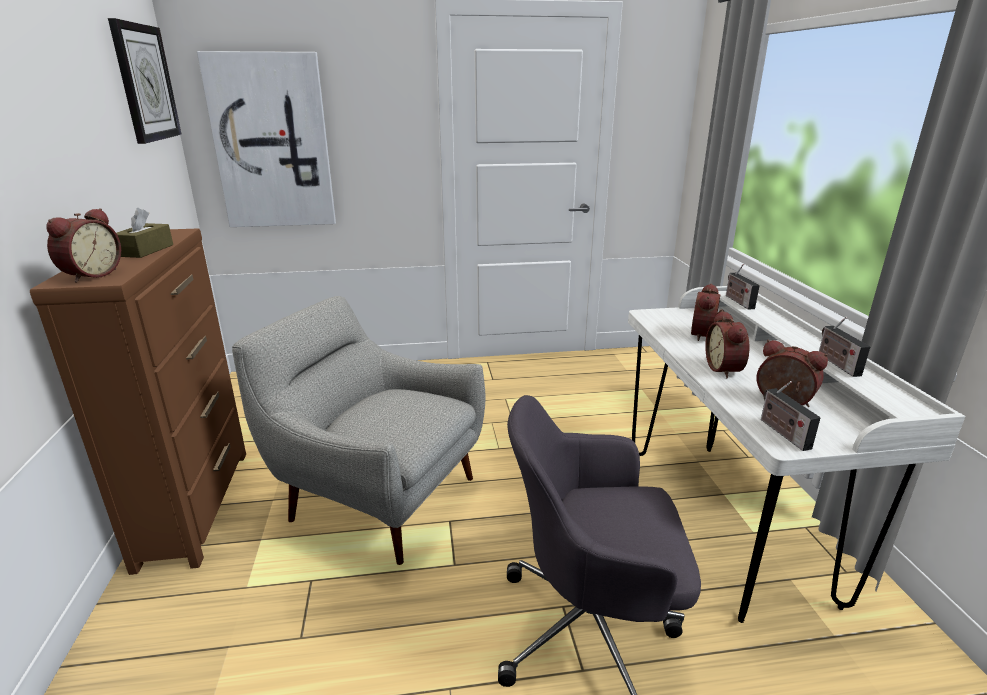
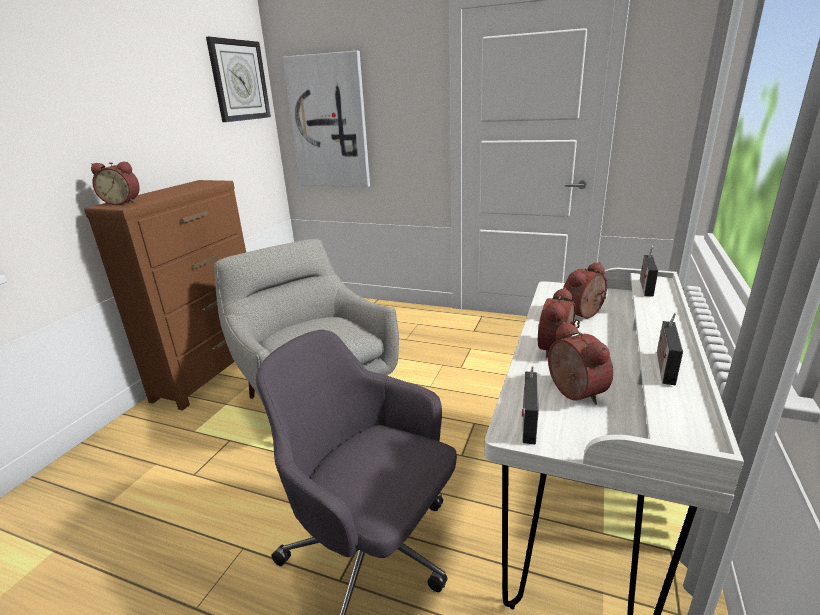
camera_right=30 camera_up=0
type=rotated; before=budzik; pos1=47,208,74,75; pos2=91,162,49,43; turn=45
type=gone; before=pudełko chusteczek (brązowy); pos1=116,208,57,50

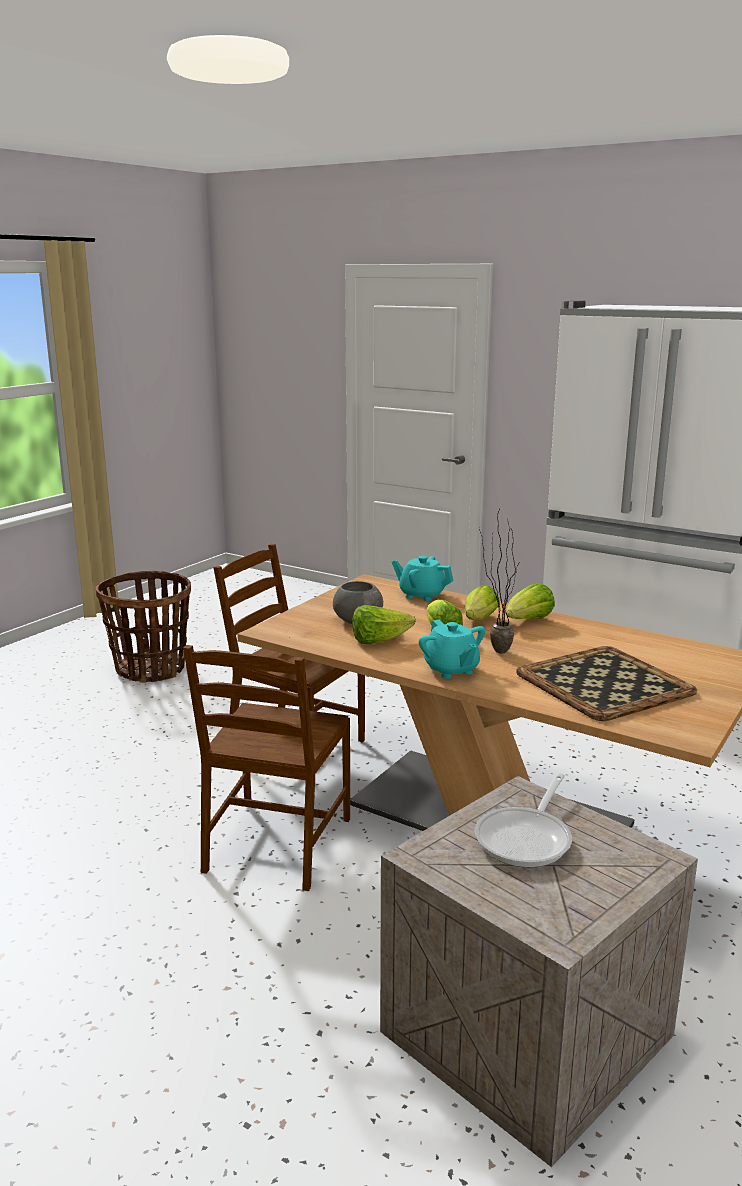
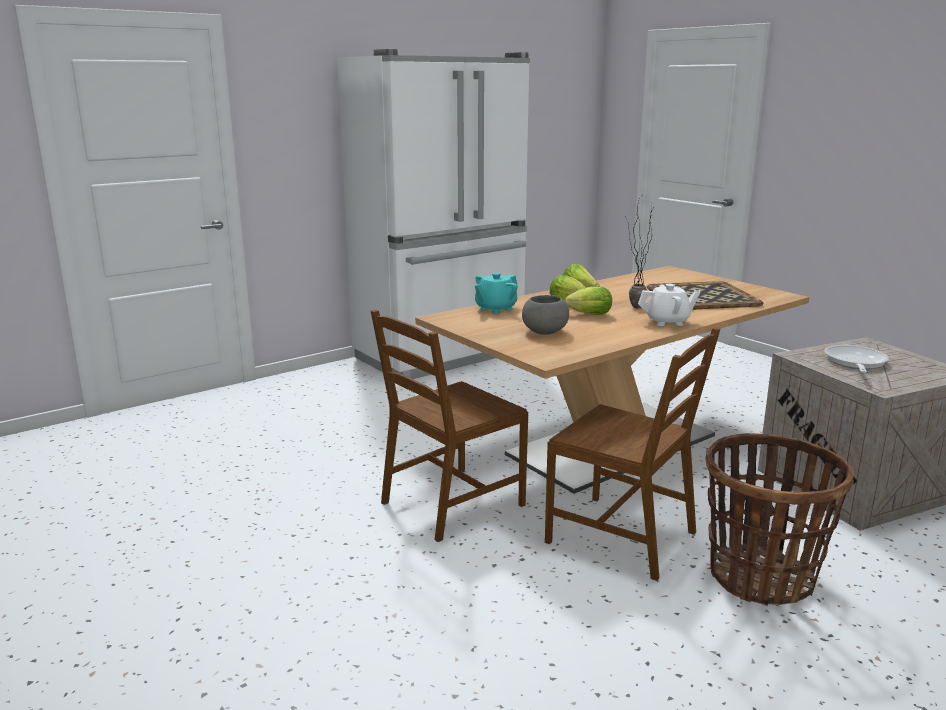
camera_right=-70 camera_up=0
type=shifted; before=koszyk; pos1=96,570,95,113; pos2=705,433,149,173
type=gone; before=sałata; pos1=352,605,64,39
type=repainted; before=imbryk (turkusowy); after=imbryk (biały); pos1=419,619,66,60; pos2=638,284,63,42
type=rotated; before=patelnia; pos1=475,773,97,95; pos2=824,345,65,28; turn=-120

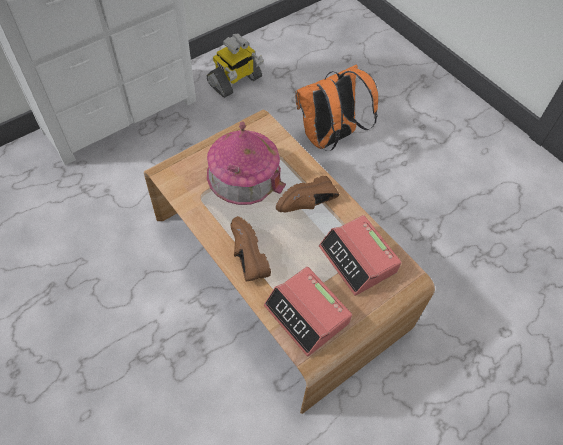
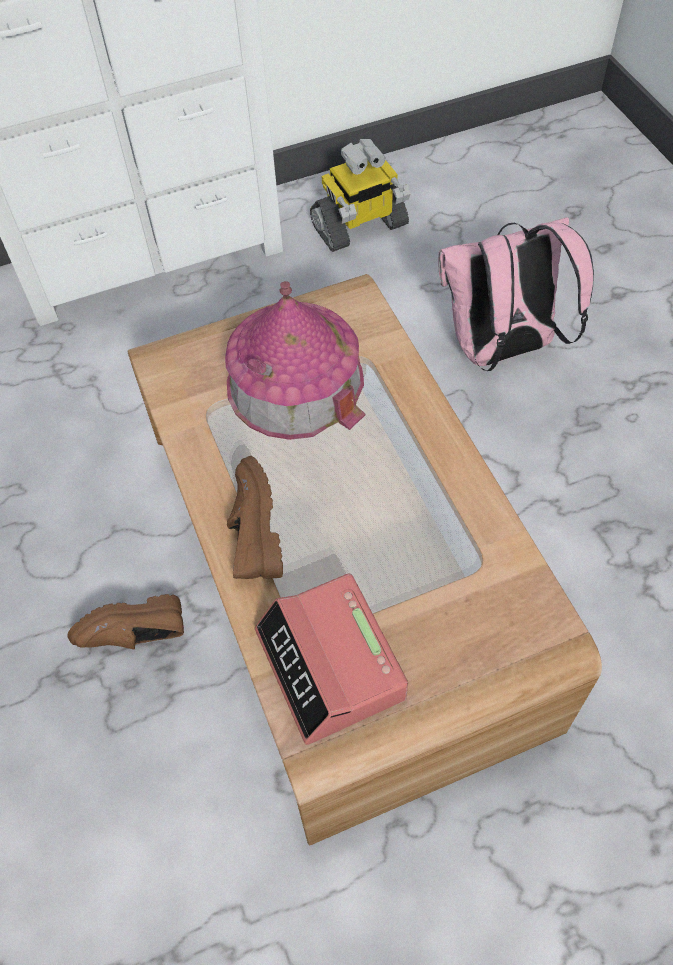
camera_right=20 camera_up=0
type=shifted; before=but (brązowy); pos1=276,176,63,36; pos2=67,594,117,56
type=repainted; before=plecak (pomarańczowy); after=plecak (różowy); pos1=295,65,83,86; pos2=438,217,156,154
type=gone; before=budzik; pos1=319,215,83,81

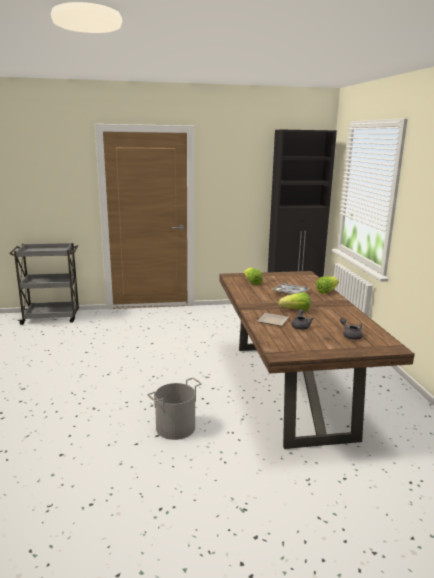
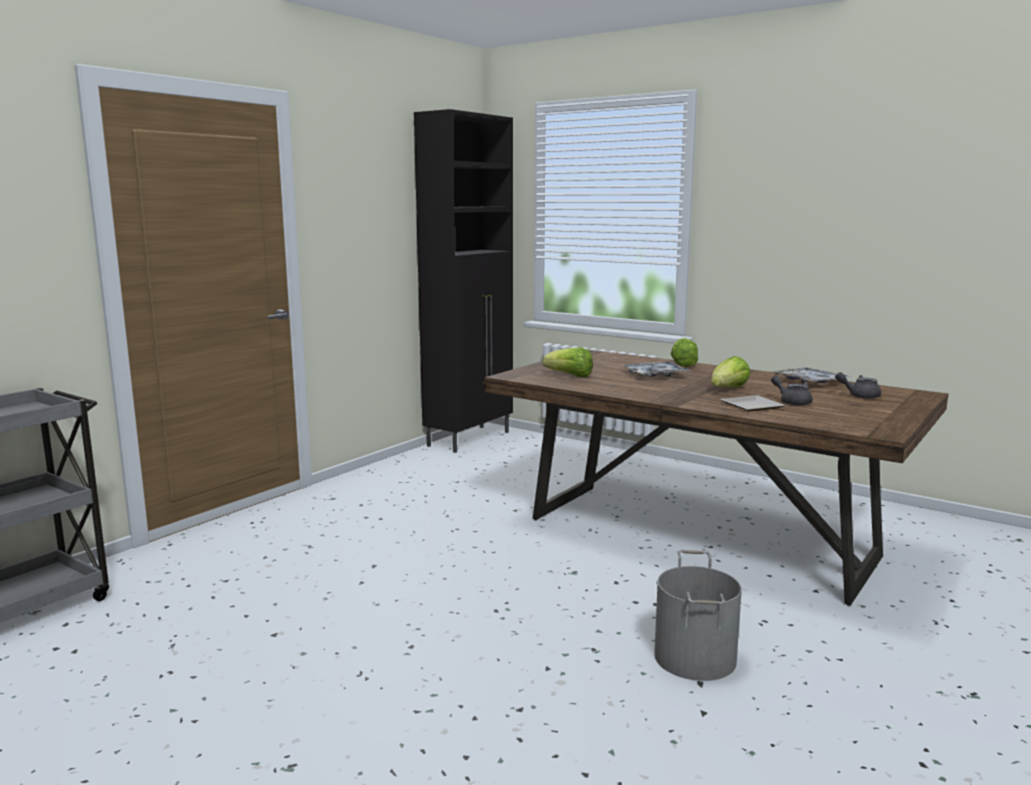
camera_right=-45 camera_up=-5
type=new; after=taca; pos2=771,367,80,17

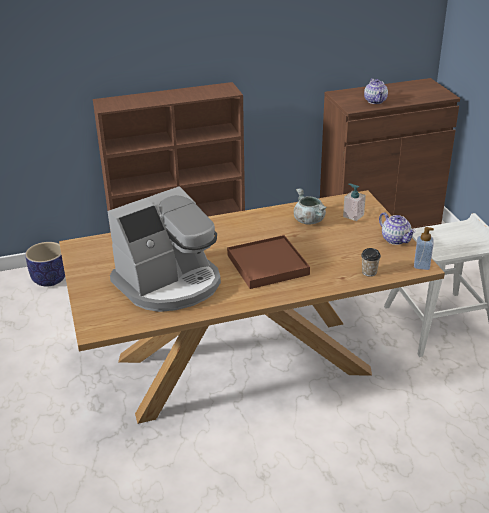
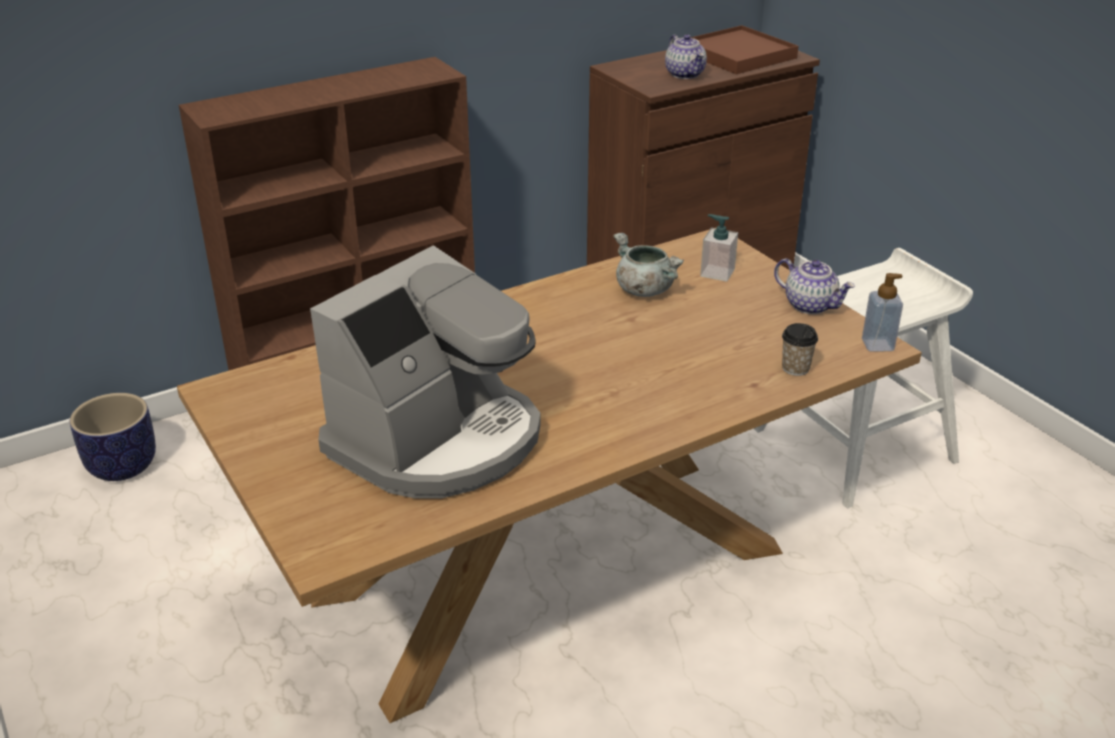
camera_right=-15 camera_up=0
type=shifted; before=taca (brązowy); pos1=227,235,83,54; pos2=690,25,109,49

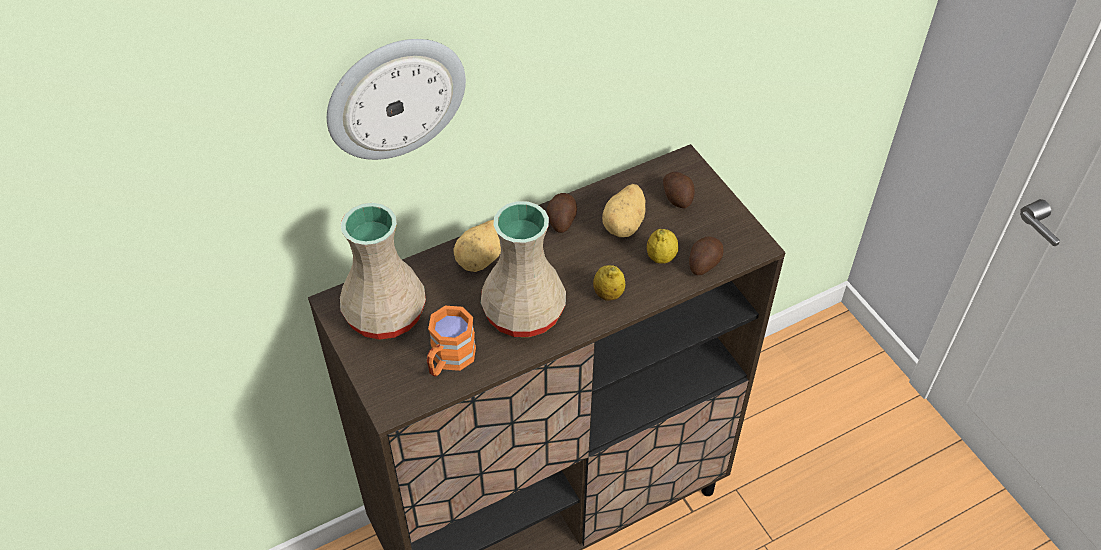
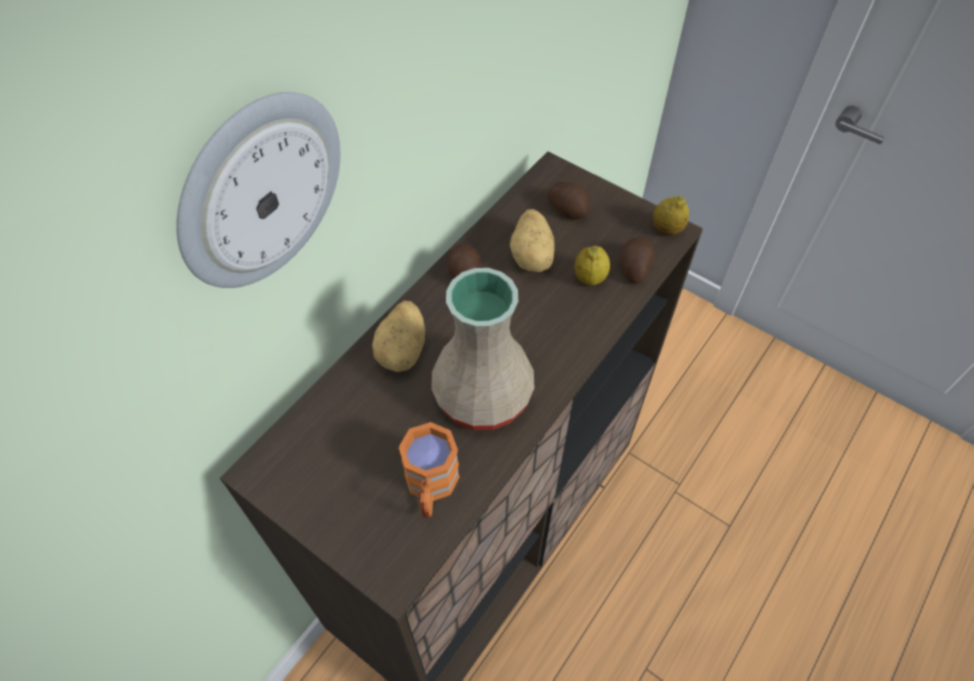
camera_right=-25 camera_up=5
type=gone; before=wazon (beżowy); pos1=340,203,86,137
type=shifted; before=cytryna; pos1=593,265,32,36; pos2=653,196,36,39

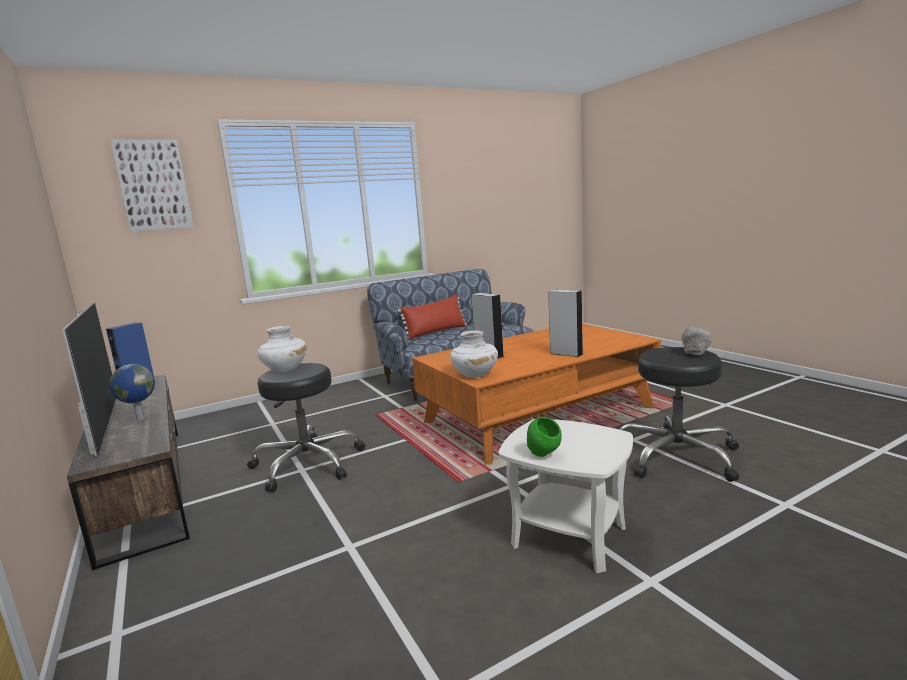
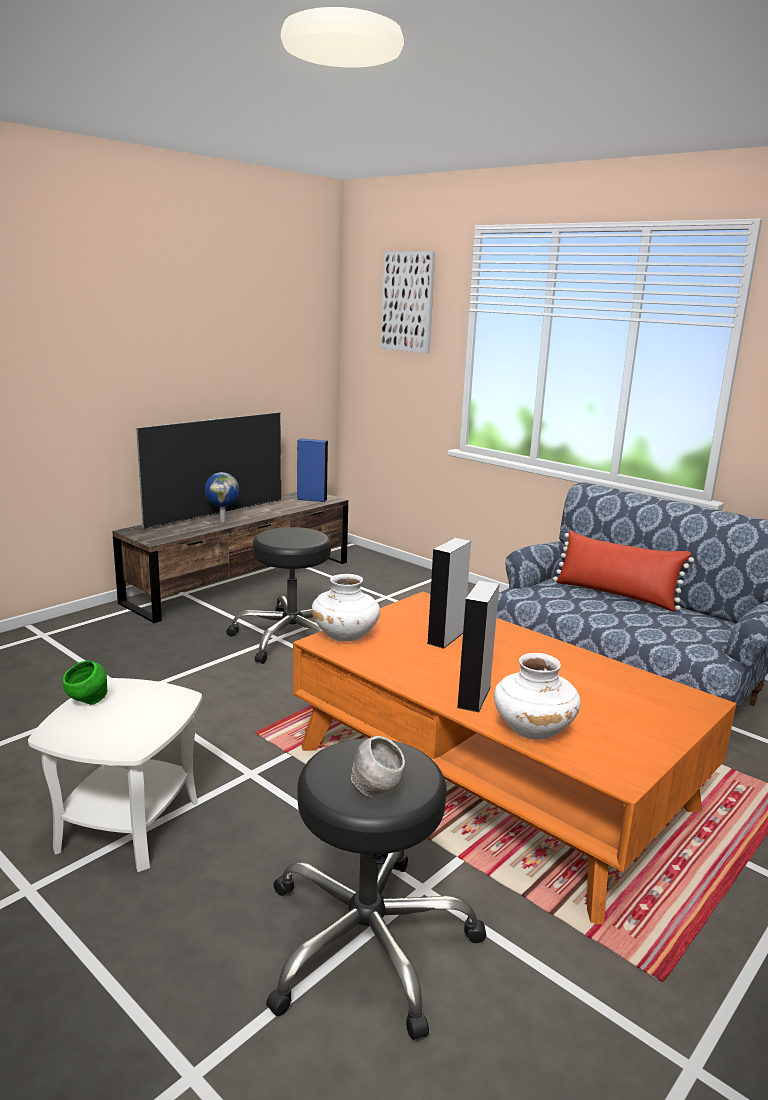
camera_right=70 camera_up=5
type=shifted; before=wazon (biały); pos1=257,326,50,46; pos2=494,653,87,87

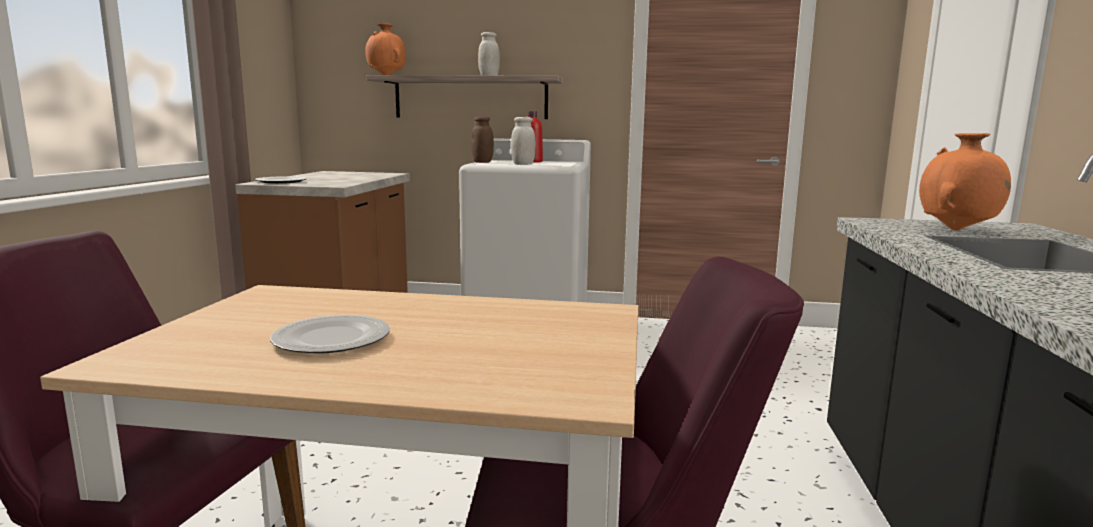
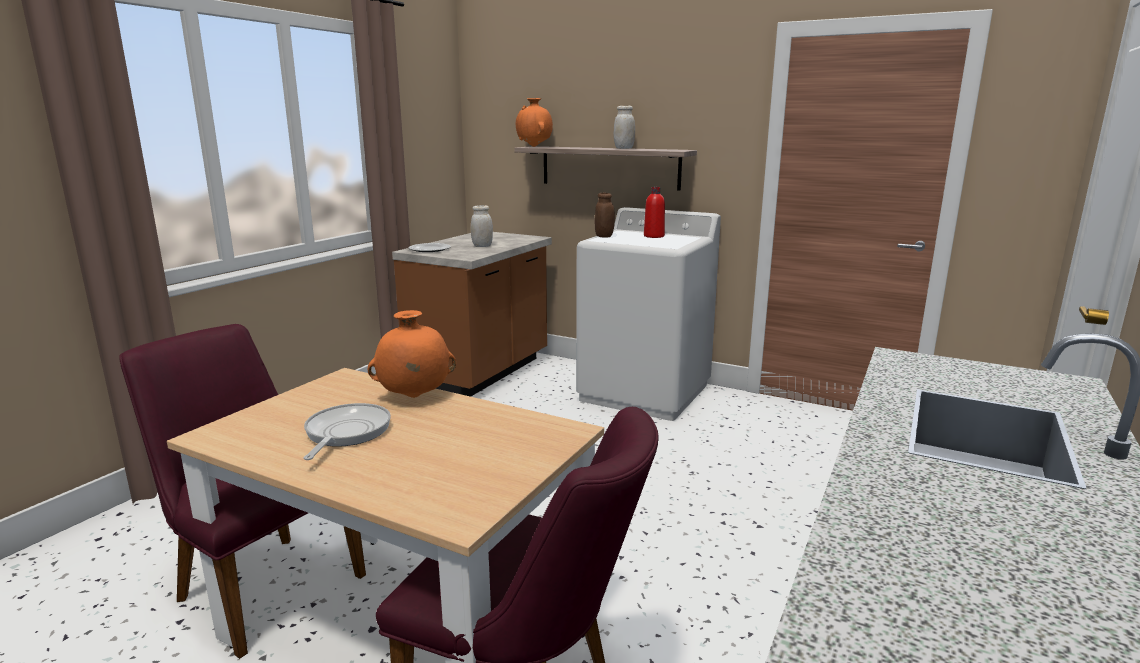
camera_right=20 camera_up=5
type=swapped; before=talerz; after=patelnia; pos1=270,315,120,38; pos2=303,403,88,57
type=shifted; before=słoik (biały); pos1=511,117,25,48; pos2=471,205,22,42
type=shifted; before=wazon (pomarańczowy); pos1=919,133,92,97; pos2=368,310,88,88

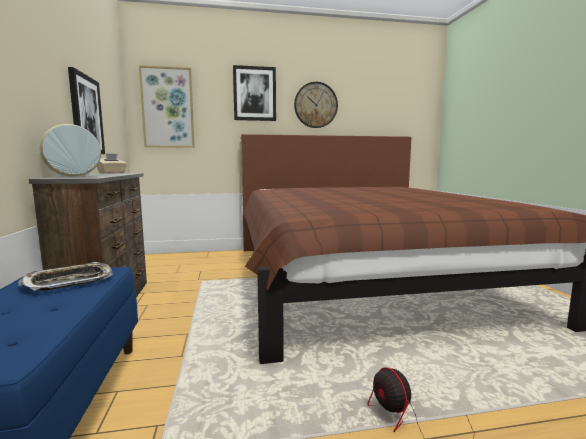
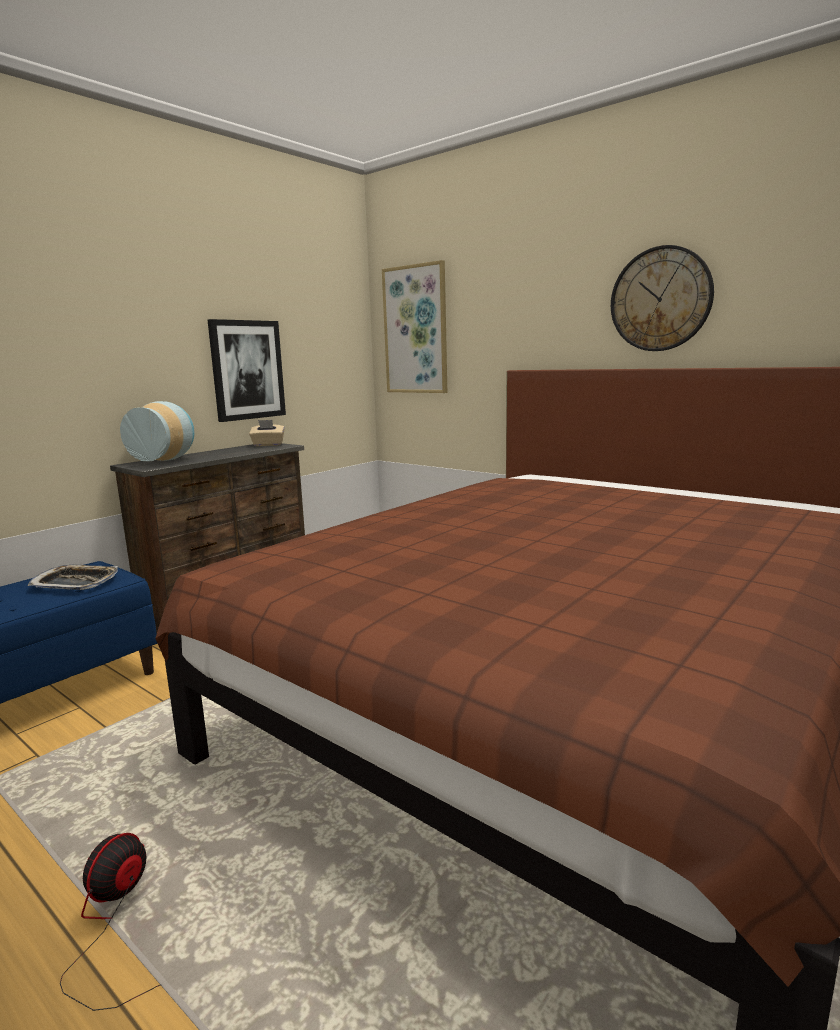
camera_right=50 camera_up=5
type=gone; before=obraz; pos1=233,65,43,56

